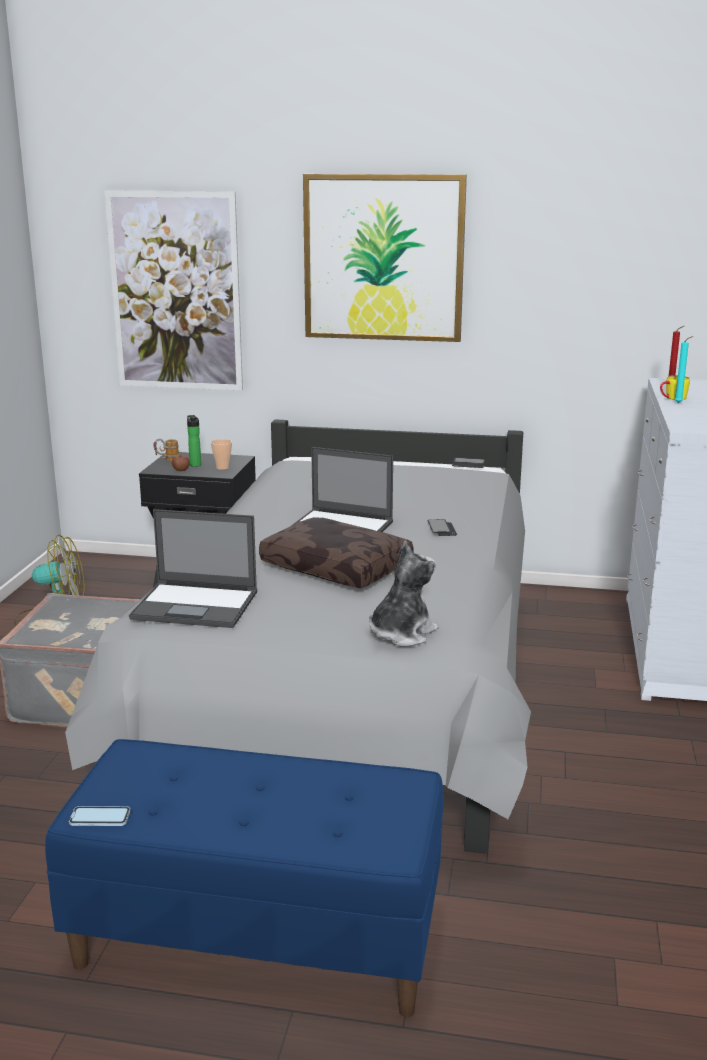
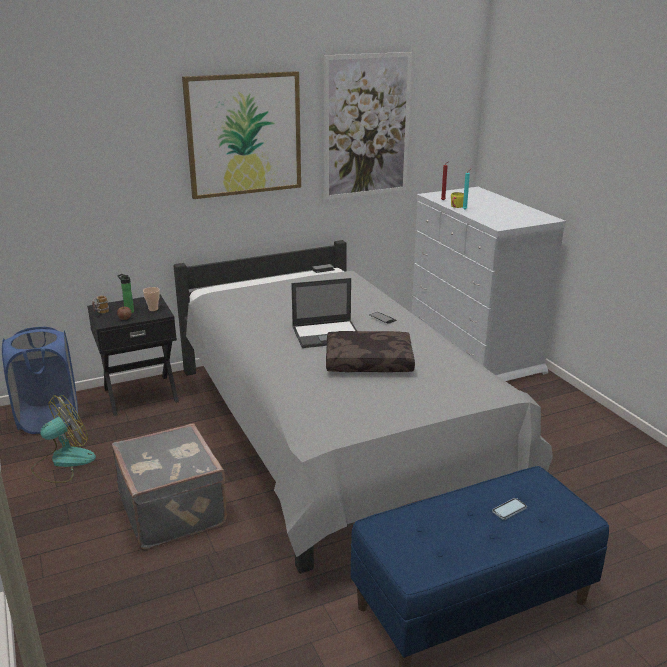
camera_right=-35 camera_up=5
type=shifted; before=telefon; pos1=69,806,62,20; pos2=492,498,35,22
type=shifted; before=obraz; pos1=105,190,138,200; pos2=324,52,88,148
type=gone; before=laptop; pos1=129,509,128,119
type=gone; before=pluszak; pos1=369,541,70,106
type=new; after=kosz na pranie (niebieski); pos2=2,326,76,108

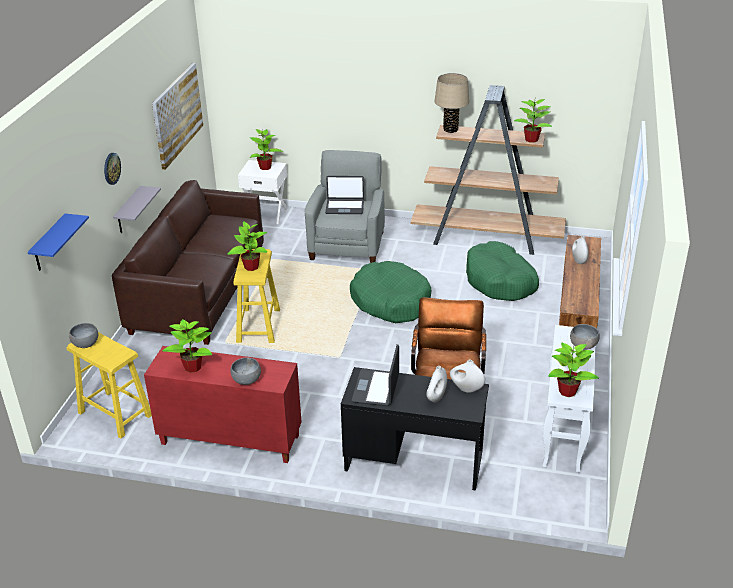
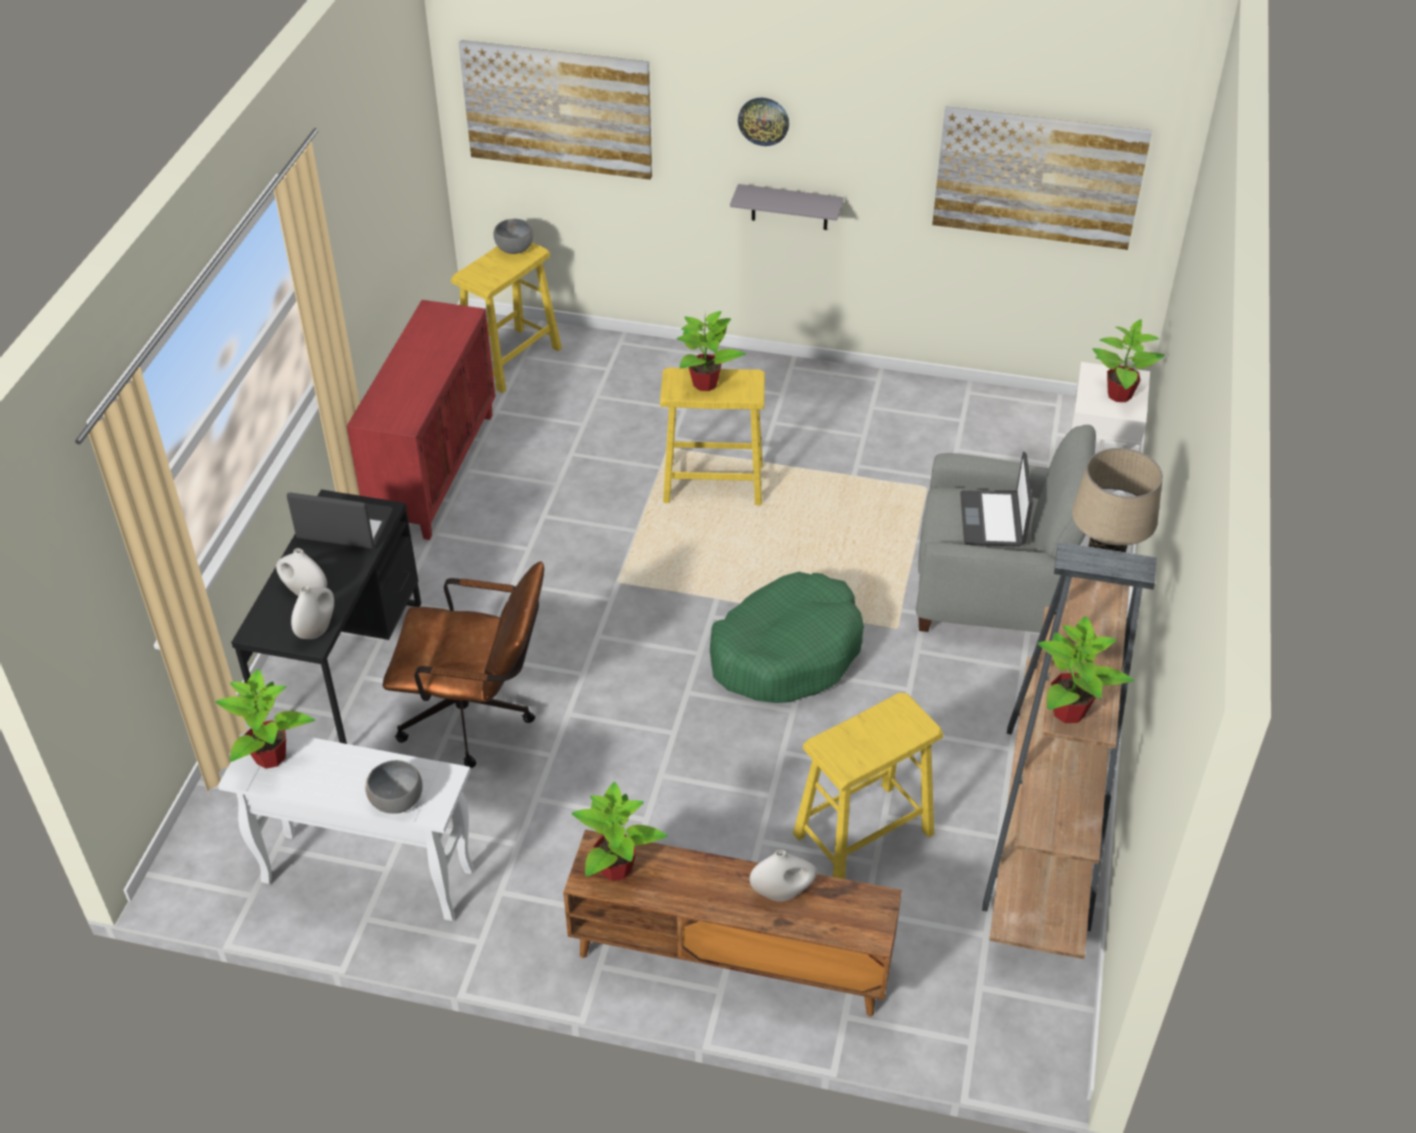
camera_right=90 camera_up=10
type=swapped; before=półka (niebieski); after=obraz; pos1=28,214,61,57; pos2=459,40,193,140
type=gone; before=kanapa (brązowy); pos1=112,180,152,165
type=shifted; before=roślina doniczkowa; pos1=163,319,49,54; pos2=572,782,96,99
type=gone; before=miska (szary); pos1=230,357,31,28
type=swapped; before=legowisko (zielony); after=stołek (żółty); pos1=466,241,73,60; pos2=793,693,150,186

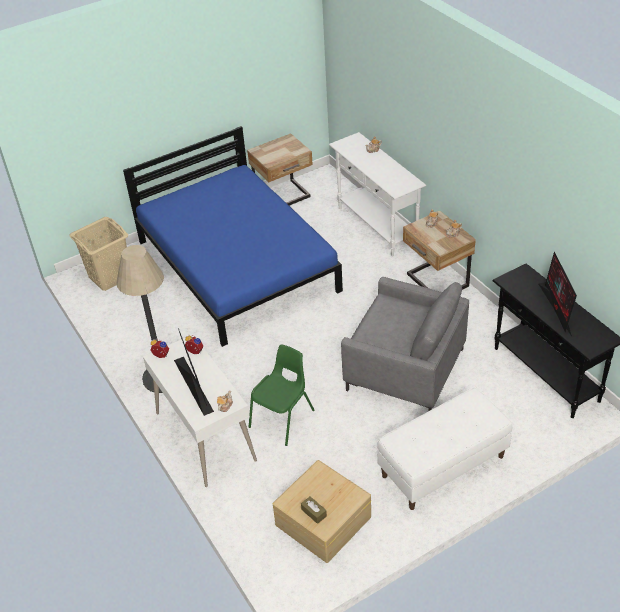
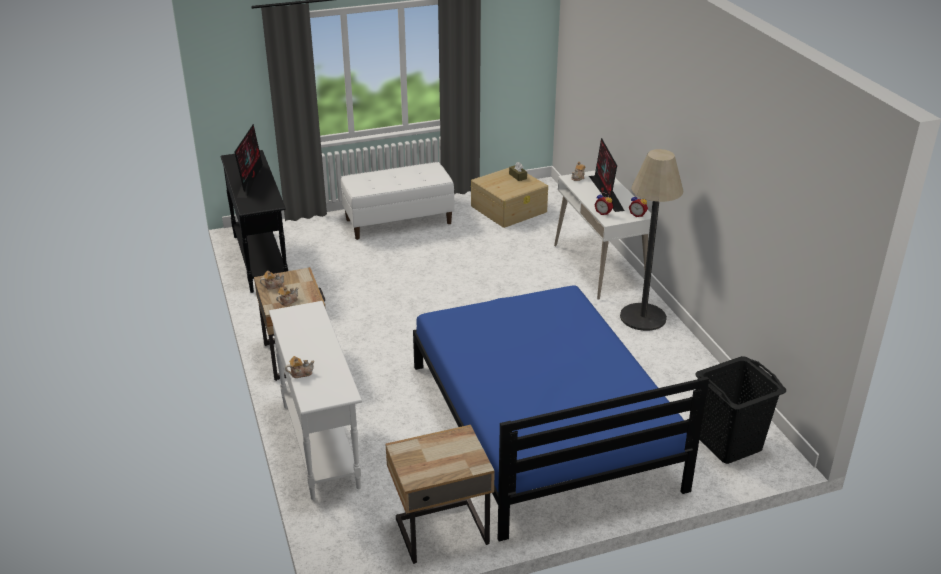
camera_right=-170 camera_up=-10
type=repainted; before=kosz na pranie (beżowy); after=kosz na pranie (czarny); pos1=69,217,59,74; pos2=695,356,91,108
type=gone; before=krzesło (zielony); pos1=249,344,66,102
type=gone; before=fotel (szary); pos1=341,277,128,134

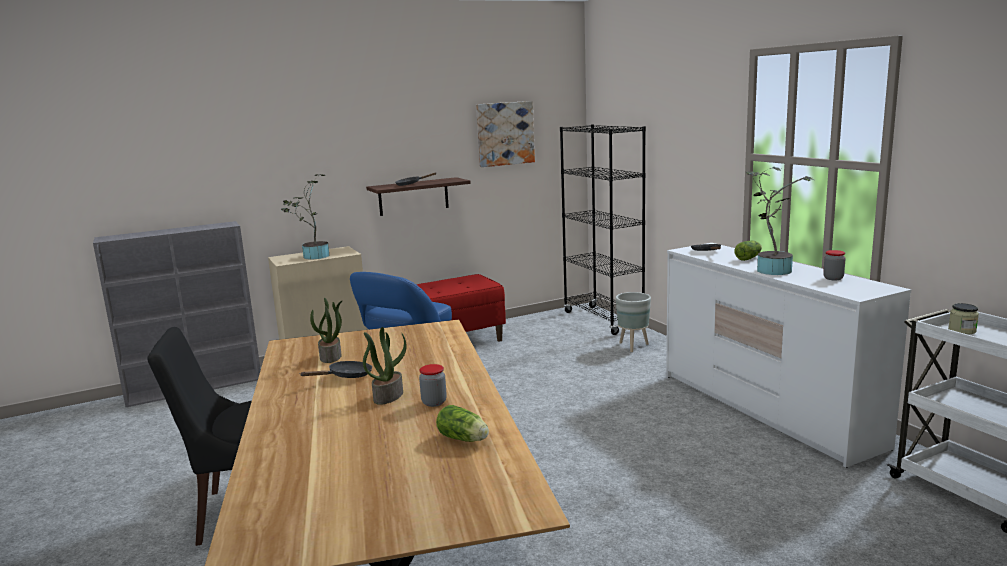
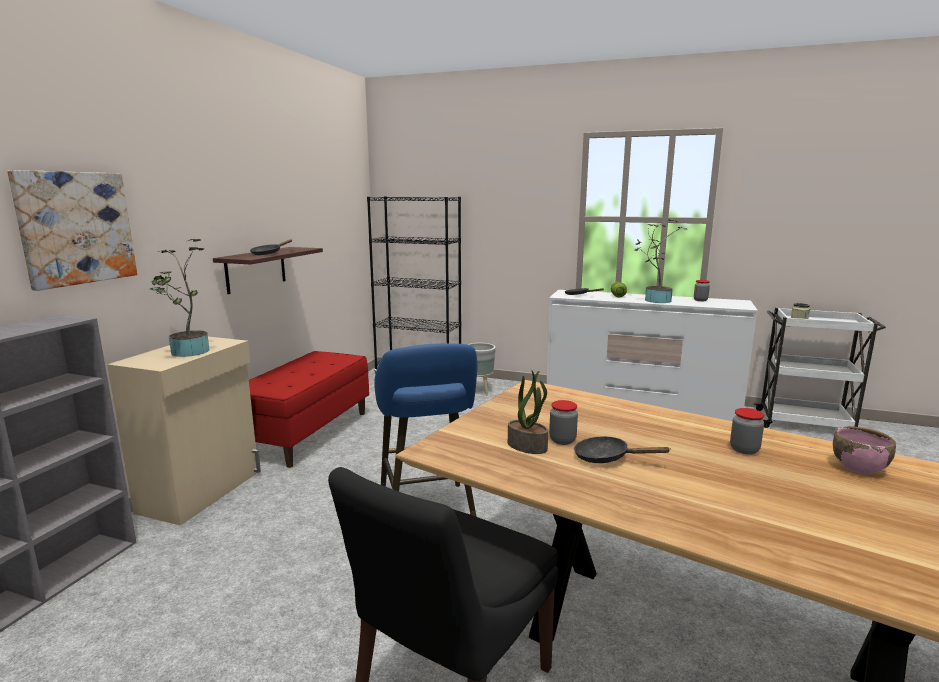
camera_right=-45 camera_up=0
type=rotated; before=patelnia (czarny); pos1=301,361,71,17; pos2=574,436,97,27; turn=-75
type=gone; before=roślina doniczkowa; pos1=363,327,44,78
type=swapped; before=sałata; after=miska (różowy); pos1=436,405,53,37; pos2=833,426,63,49
type=shifted; before=obraz; pos1=476,101,59,66; pos2=7,170,130,121
type=new; after=słoik; pos2=549,400,29,45

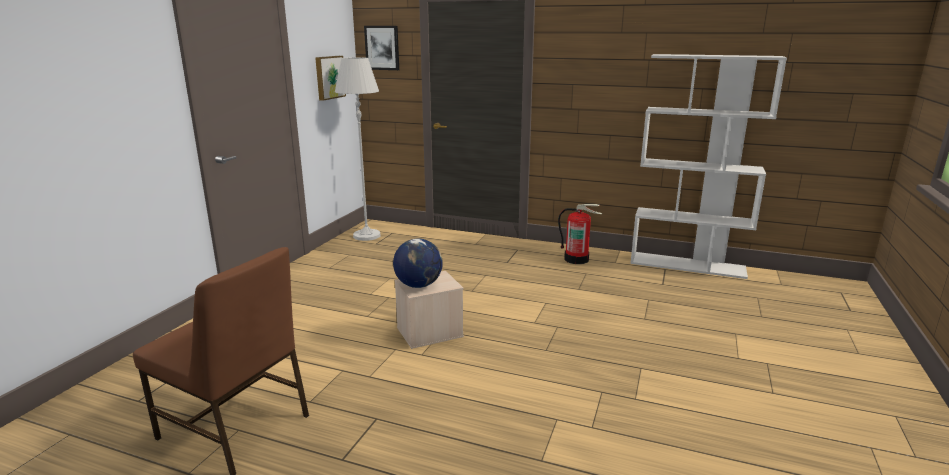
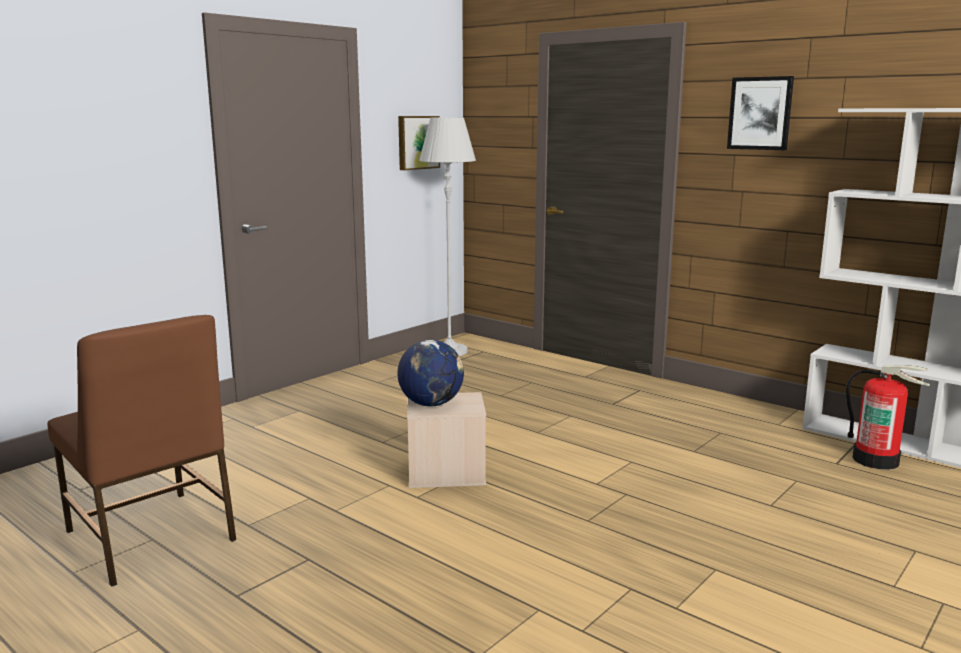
camera_right=20 camera_up=-5
type=shifted; before=obraz; pos1=364,26,35,44; pos2=727,76,67,74
type=shifted; before=gaśnica; pos1=558,204,44,60; pos2=846,365,85,105

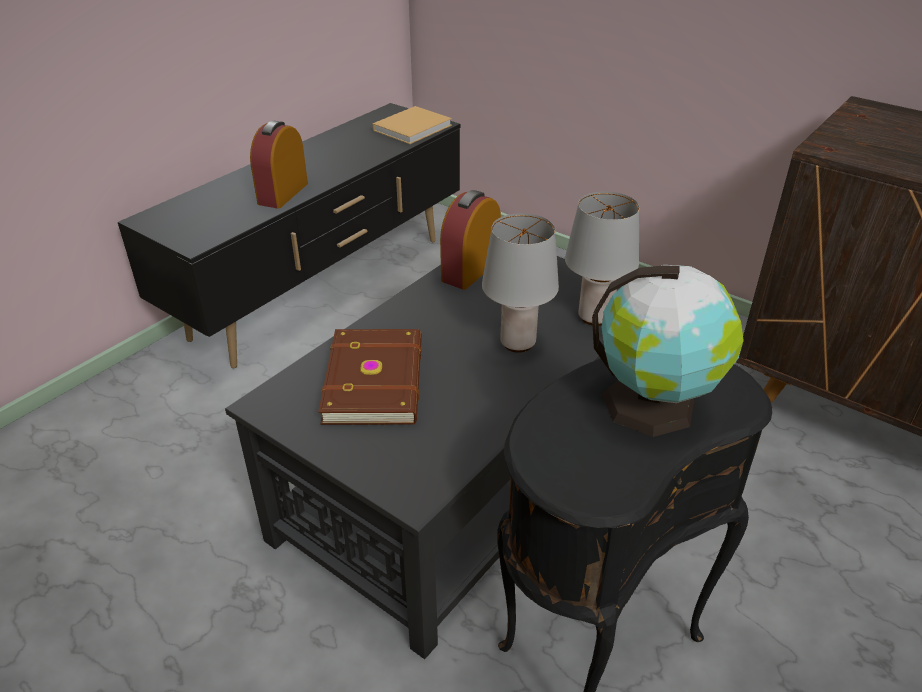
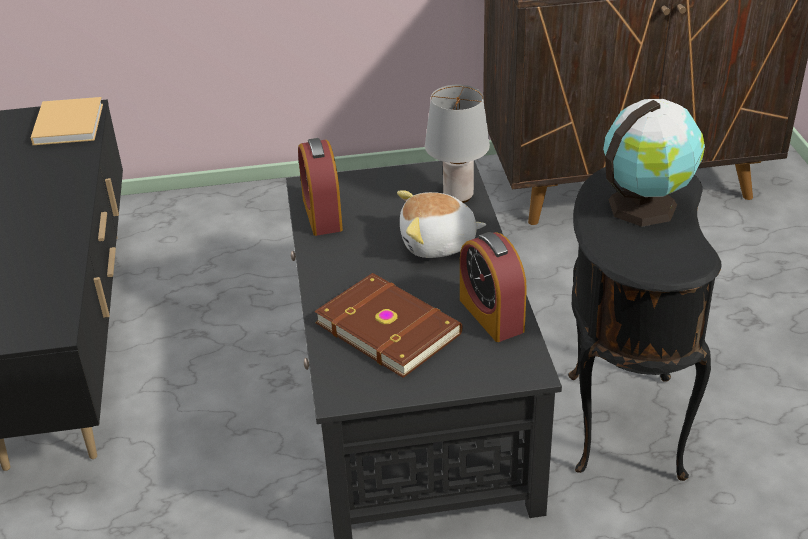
camera_right=-45 camera_up=0
type=shifted; before=budzik; pos1=250,121,58,88; pos2=460,232,67,110
type=swapped; before=lampa stołowa (szary); after=pluszak; pos1=482,213,77,140; pos2=397,190,89,68

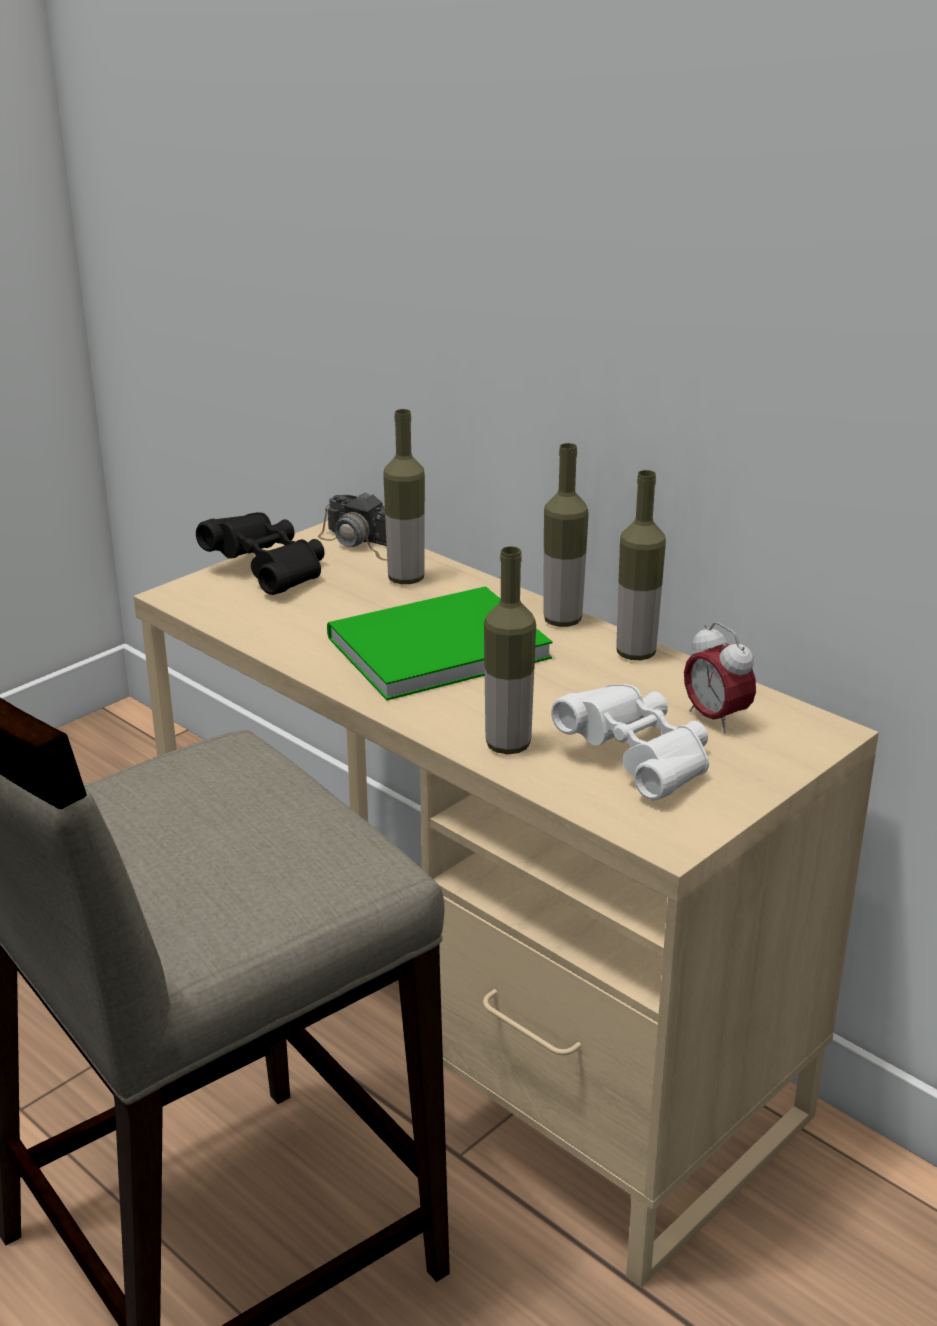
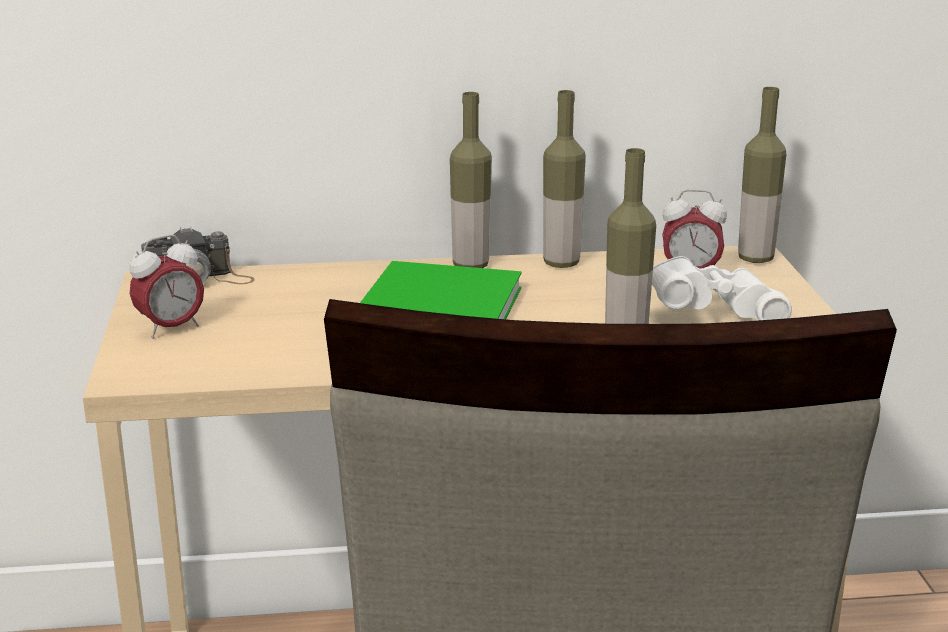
camera_right=-50 camera_up=-5
type=swapped; before=lornetka (czarny); after=budzik; pos1=196,512,129,83; pos2=129,235,75,104
type=shifted; before=butelka; pos1=383,409,42,175; pos2=738,87,48,176

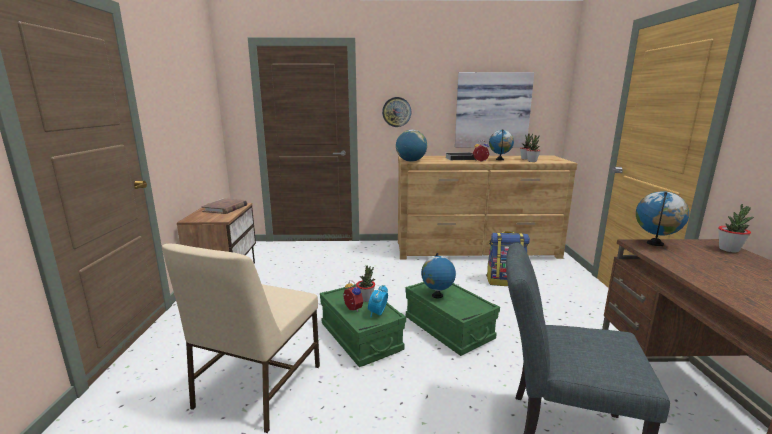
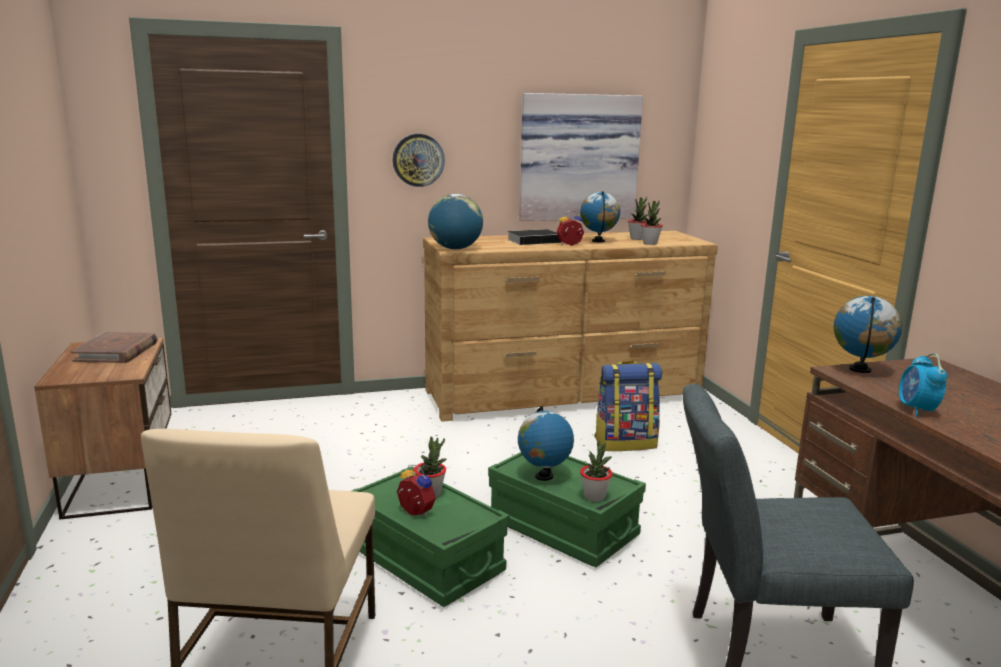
camera_right=-15 camera_up=0
type=shifted; before=budzik; pos1=368,285,20,32; pos2=899,353,48,64
type=shifted; before=roślina doniczkowa; pos1=718,204,36,49; pos2=580,441,32,61

